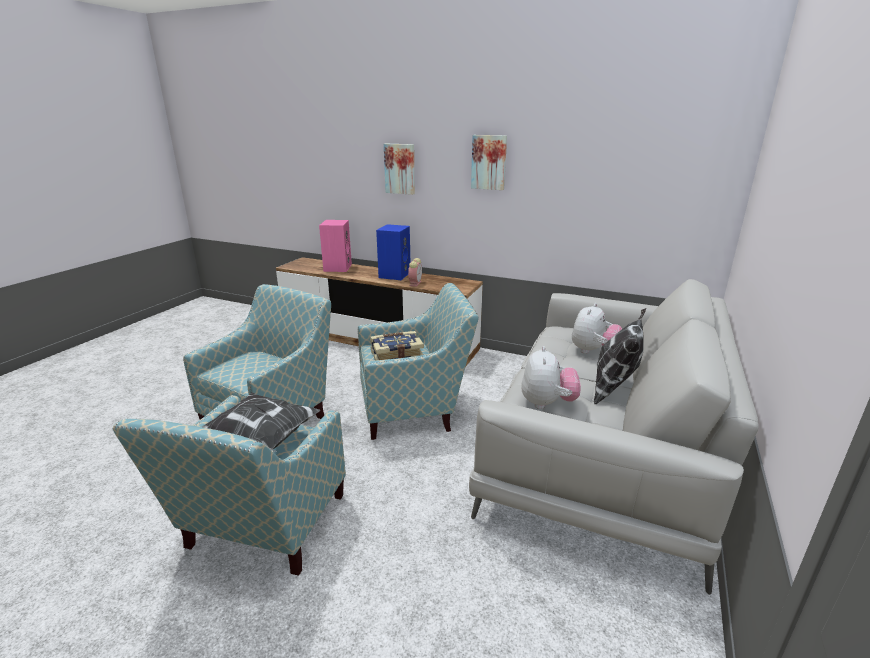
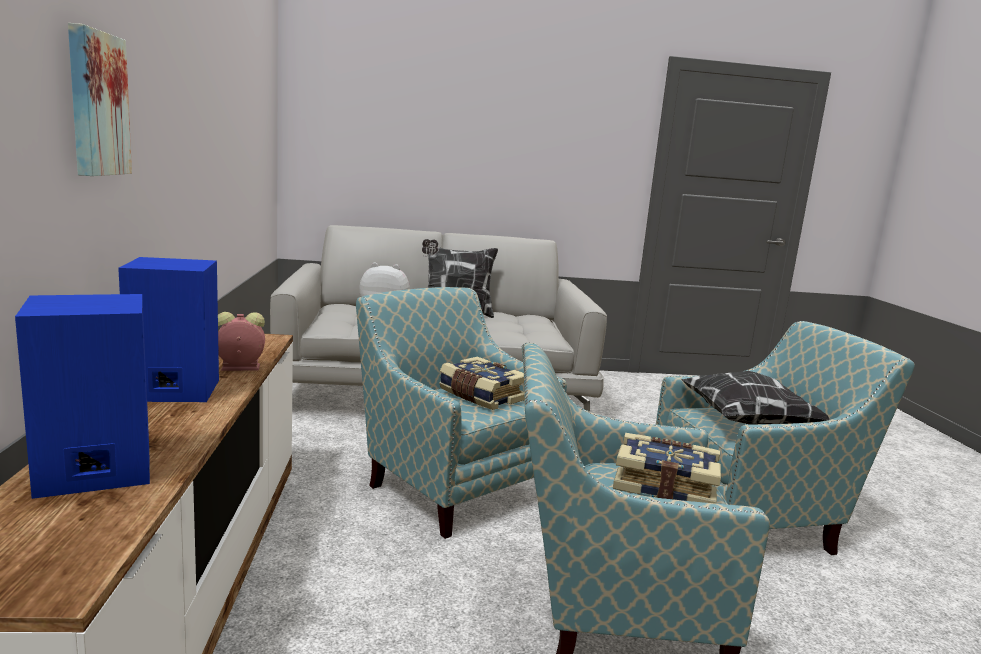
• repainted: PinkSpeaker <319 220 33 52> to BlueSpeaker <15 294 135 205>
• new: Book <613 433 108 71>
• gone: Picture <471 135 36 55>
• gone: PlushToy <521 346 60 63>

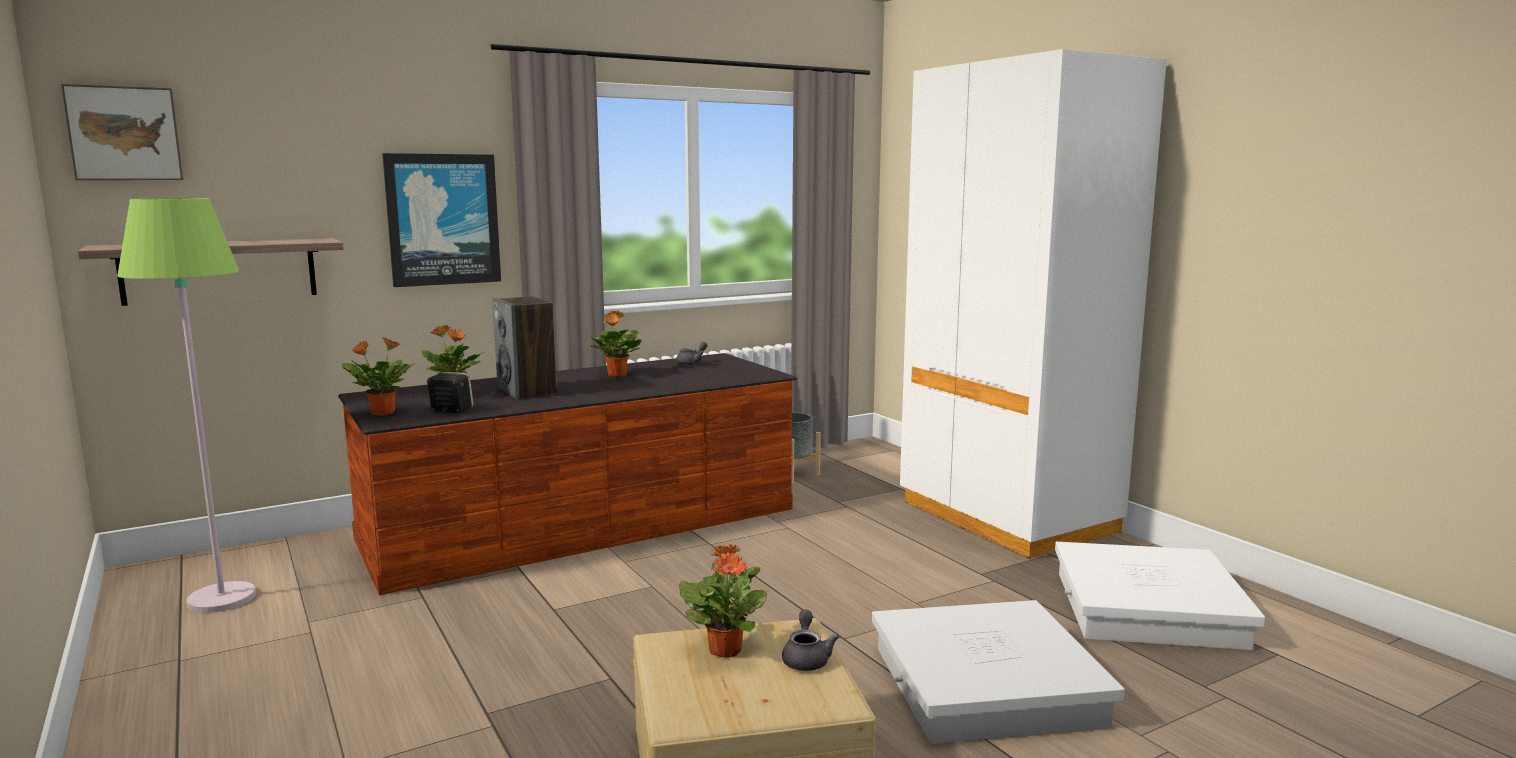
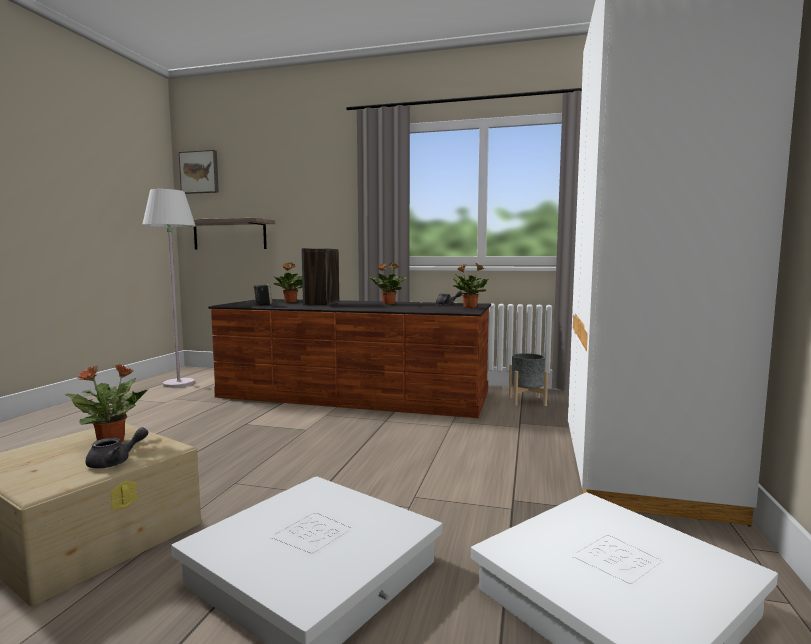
• repainted: GreenFloorLamp <117 198 139 415> to WhiteFloorLamp <142 189 54 199>
• shifted: PottedPlant <342 337 73 79> to <452 263 37 45>
• gone: Picture <382 153 119 134>

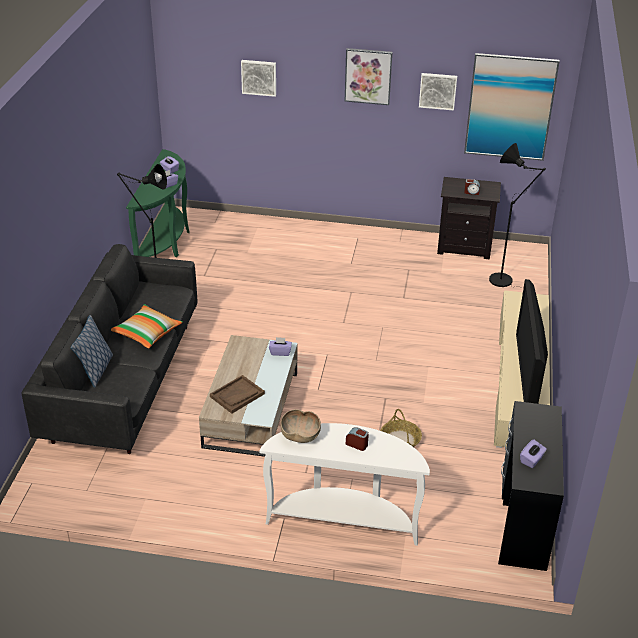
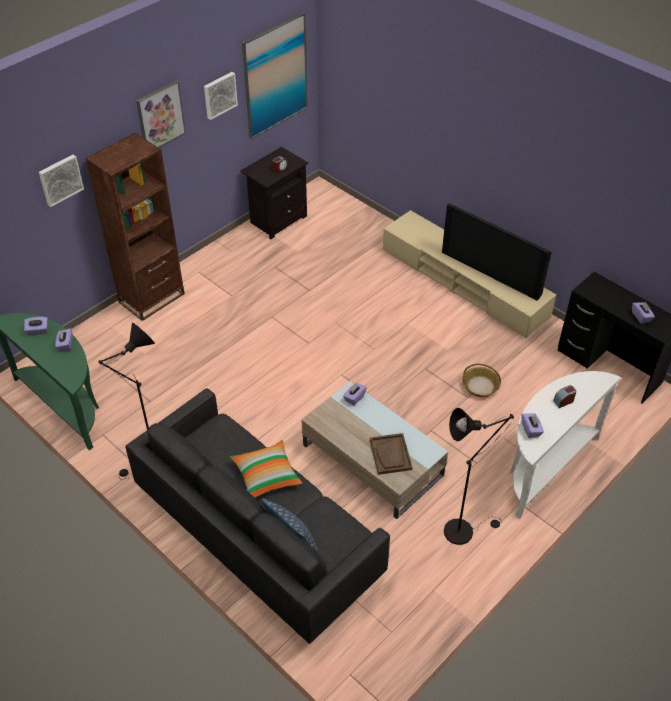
• new: BrownBookcase <86 133 99 188>
• shifted: BlackFloorLamp <489 143 57 145> to <444 408 70 137>
• swapped: BrownBowl <281 409 40 34> to PurpleTissueBox <521 414 23 24>

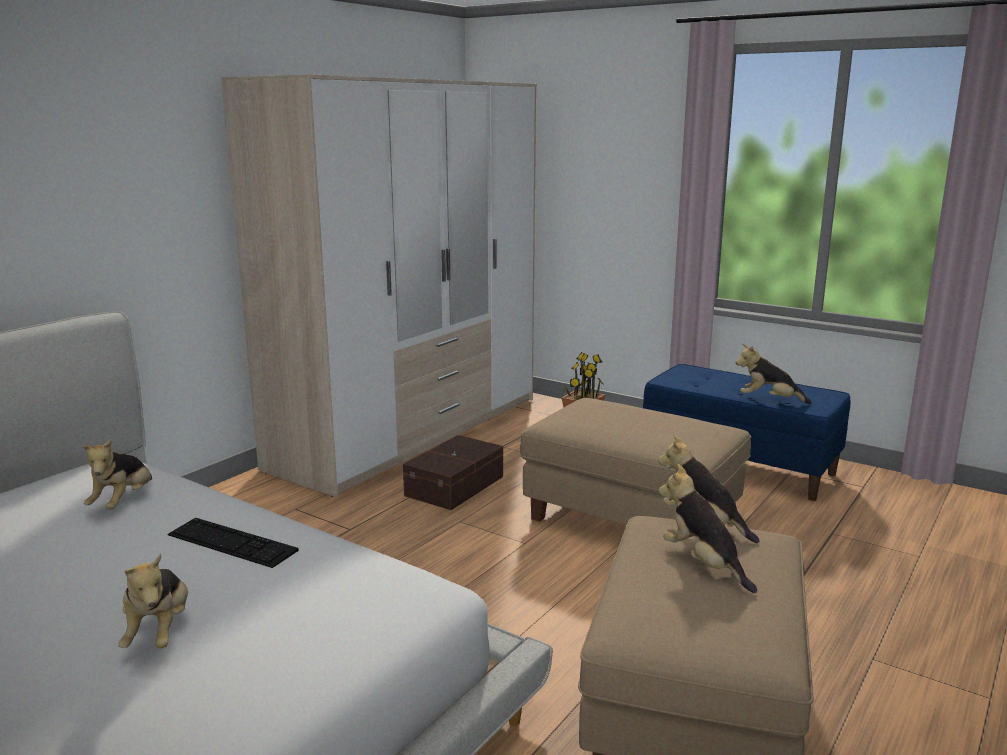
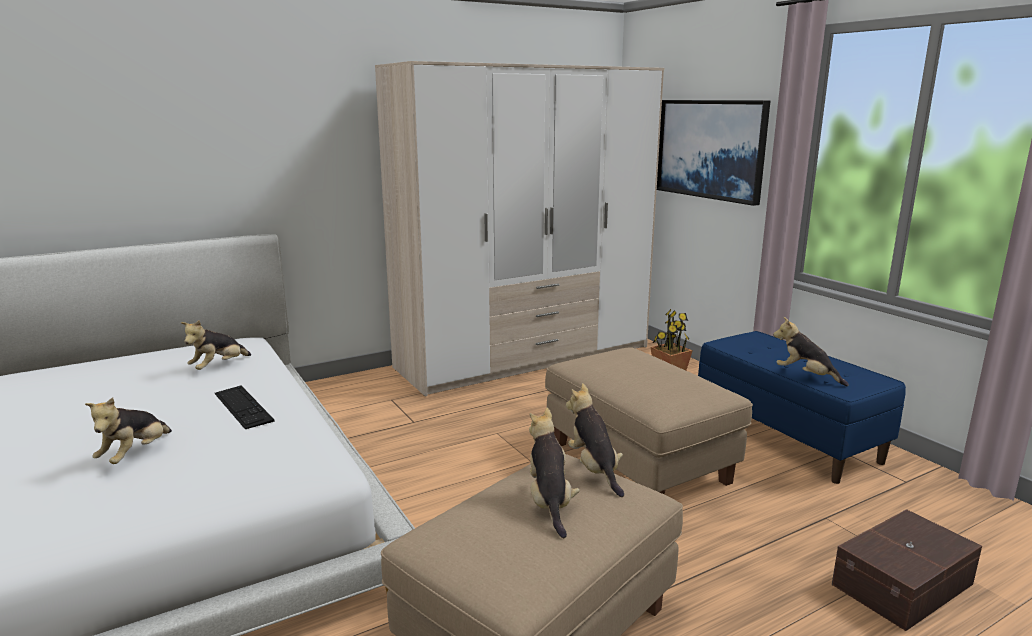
• new: Picture <657 100 113 106>
• shifted: BrownStorageBox <403 435 100 75> to <832 509 150 122>

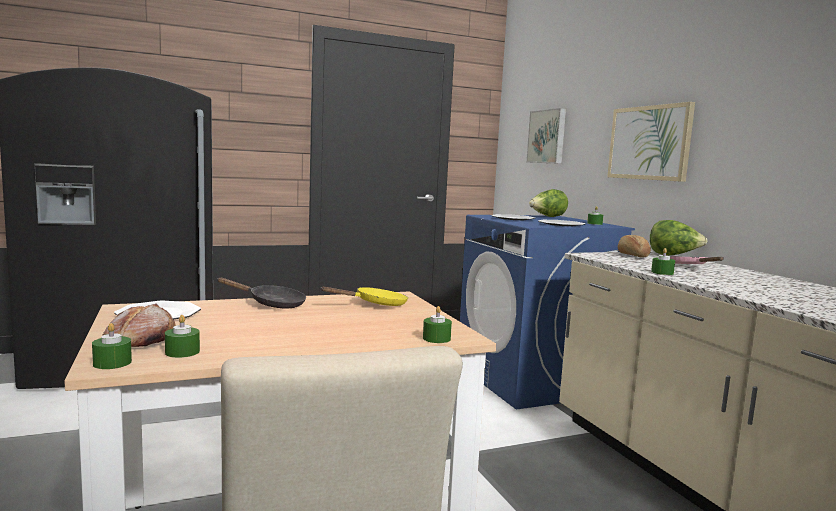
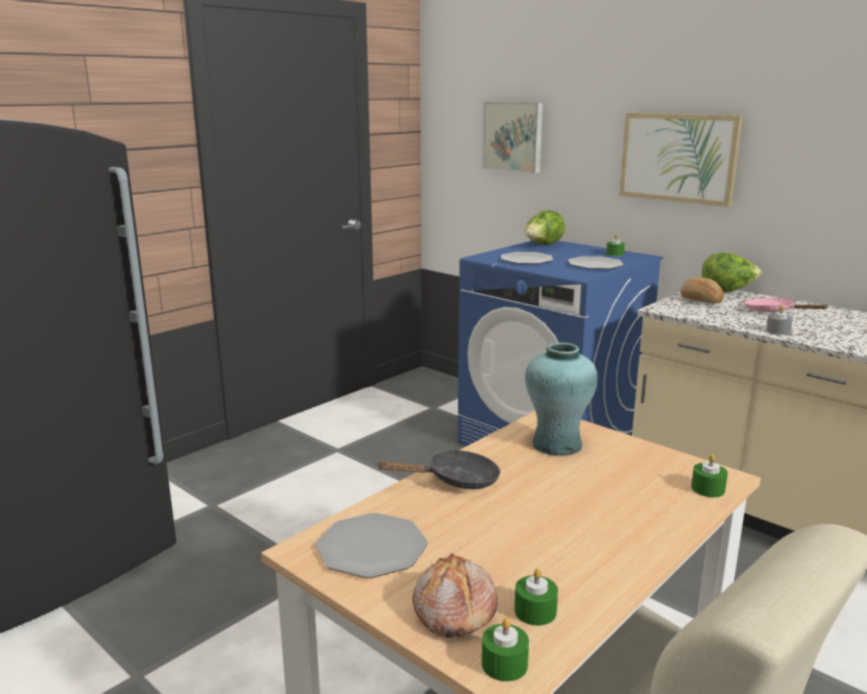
• swapped: YellowFryingPan <321 287 87 19> to TurquoiseVase <525 342 73 114>
• repainted: GreenCandle <651 248 24 27> to GreyCandle <766 305 27 30>

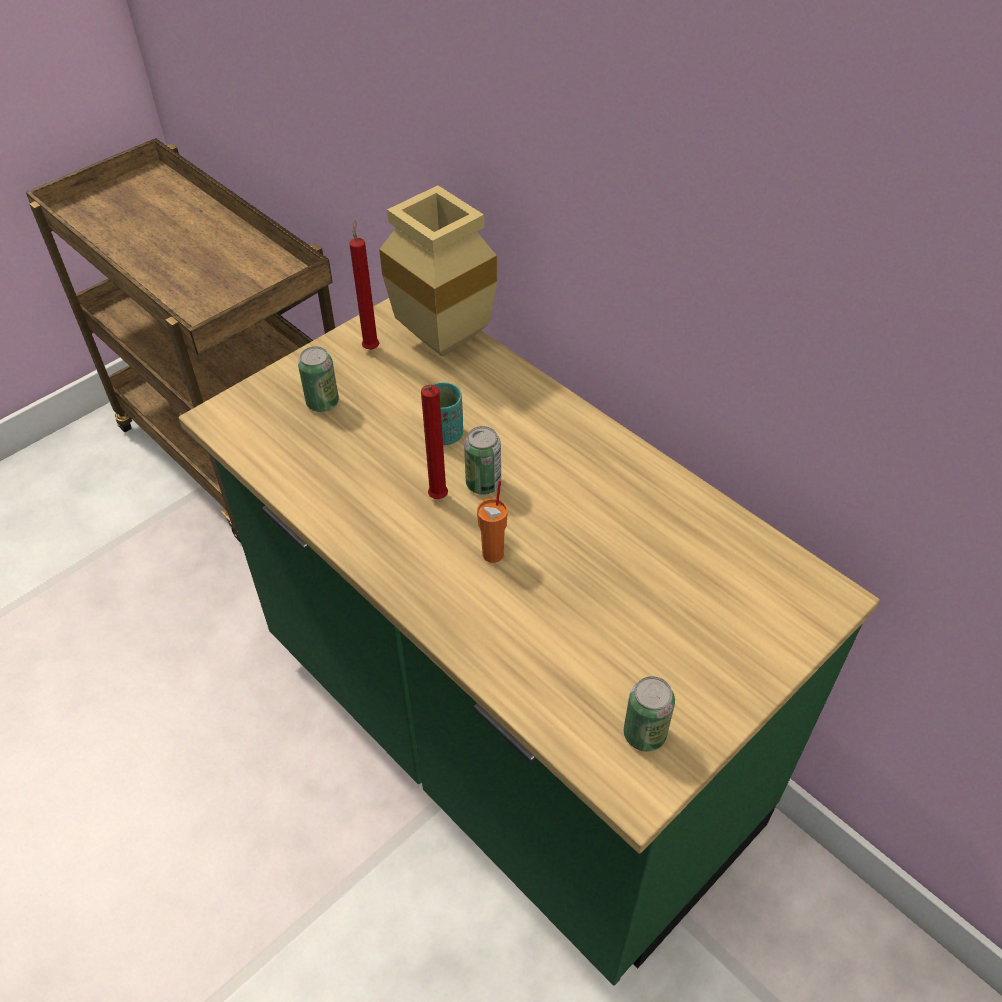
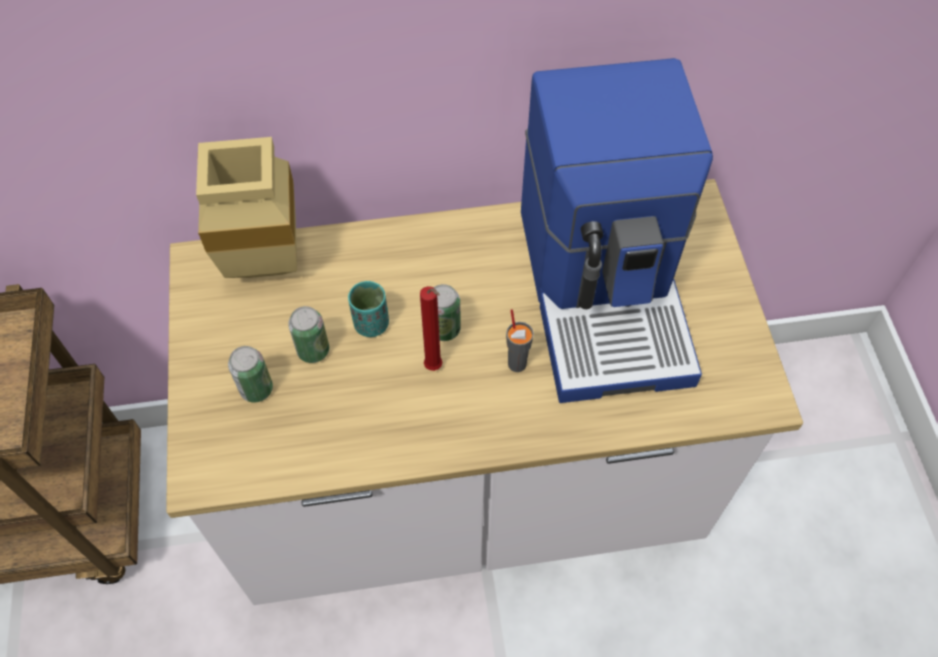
• repainted: GreenCounter <179 298 701 688> to WhiteCounter <166 179 637 426>
• shifted: Can <624 676 51 76> to <288 306 41 57>
• repainted: OrangeCup <477 481 31 82> to GreyCup <506 309 28 63>
• new: CoffeeMachine <521 58 192 345>
• gone: RedCandle <349 220 31 130>

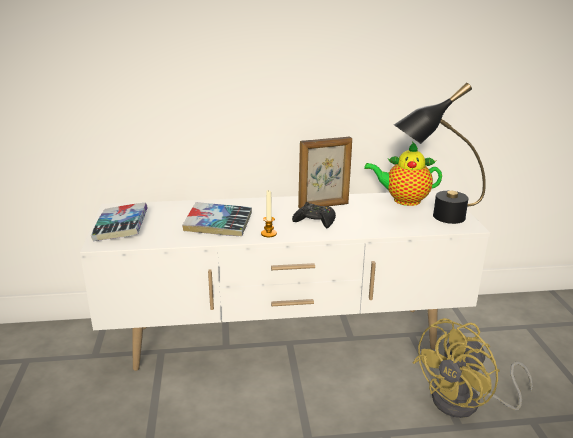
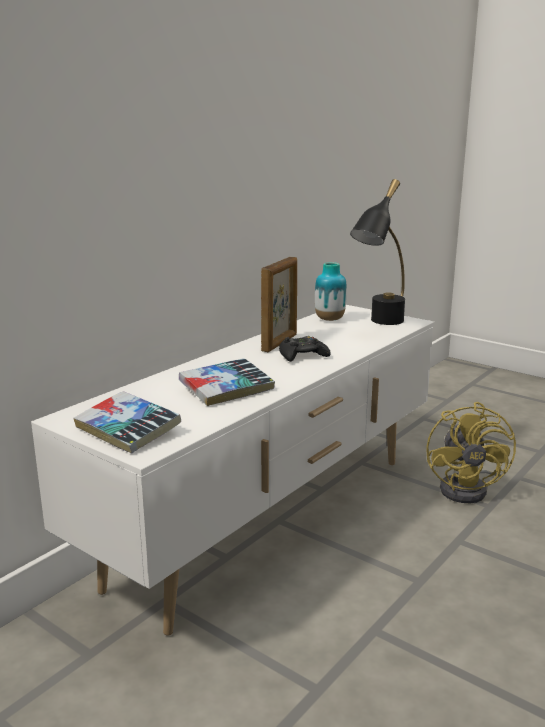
• swapped: Teapot <364 141 78 65> to Vase <315 262 32 59>
• gone: Candle <261 190 16 47>

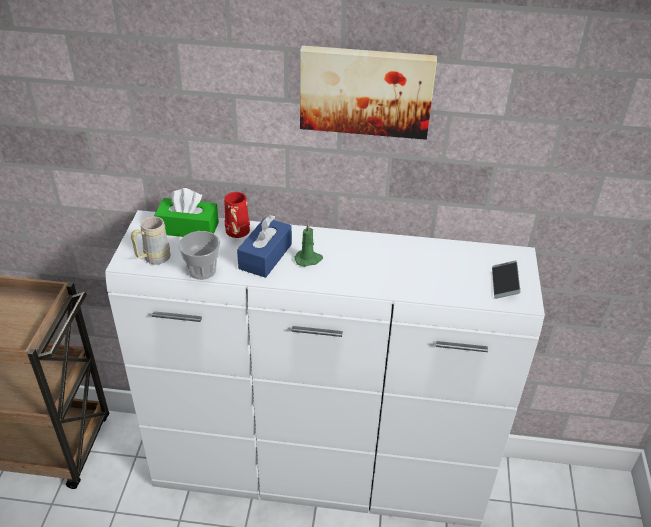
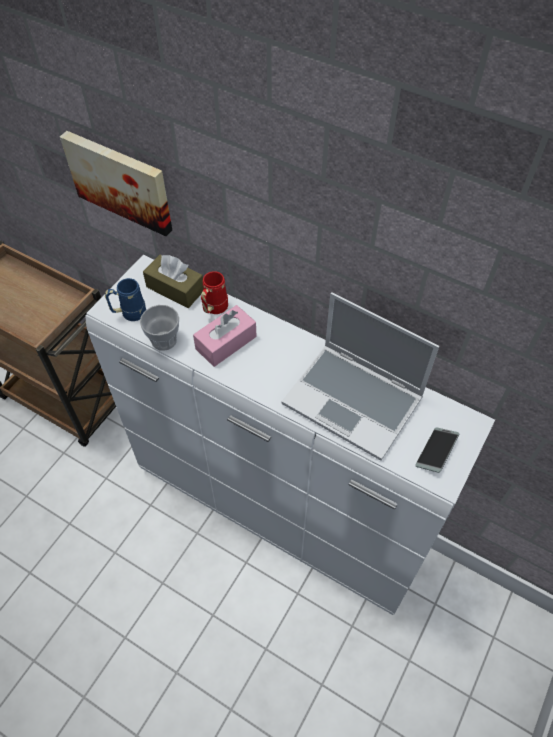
• shifted: Picture <300 45 137 95> to <60 131 112 105>
• repainted: BeigeMug <131 216 40 49> to BlueMug <105 278 41 43>
• repainted: GreenTissueBox <154 188 65 49> to BrownTissueBox <143 254 60 54>
• repainted: BlueTissueBox <237 215 55 63> to PinkTissueBox <193 305 64 62>
• new: Laptop <281 293 158 168>
• gone: GreenCandle <294 223 29 44>

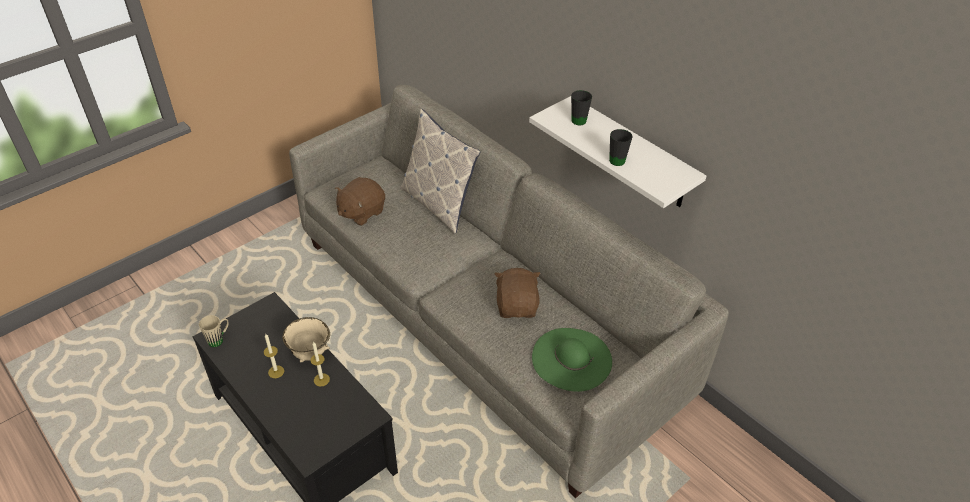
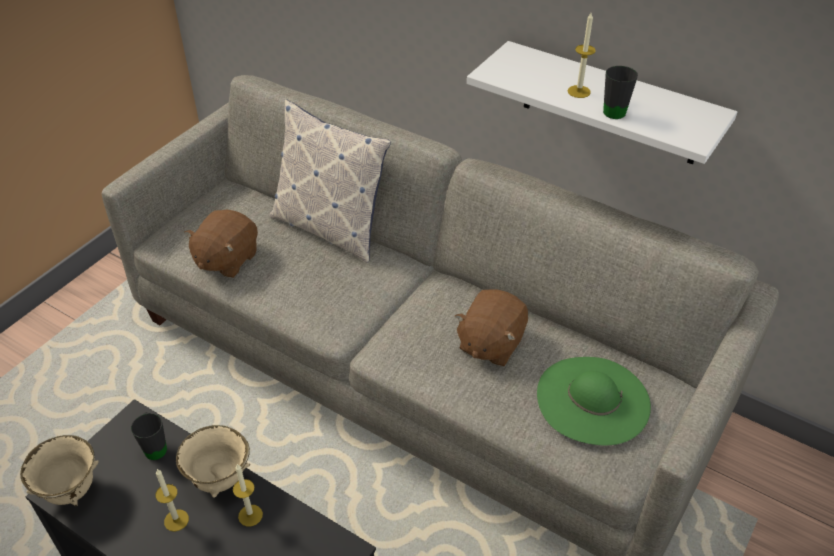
• swapped: BeigeMug <199 315 30 32> to BeigeBowl <20 435 79 72>
• shifted: BlackMug <571 90 21 35> to <131 412 36 48>
• rotated: BrownPlushToy <494 268 46 50> = <455 289 73 77> 135 degrees counterclockwise
• new: Candle <568 13 28 85>

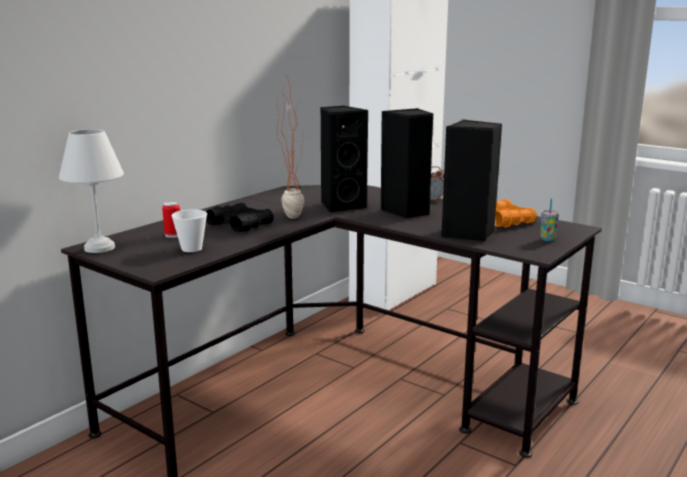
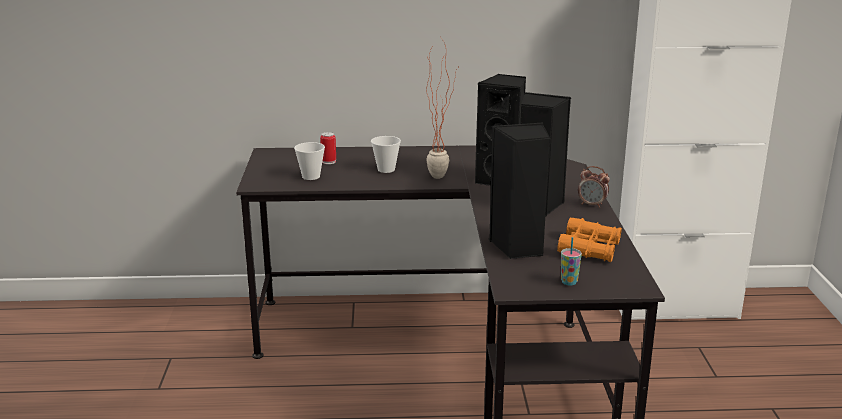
• swapped: BlackBinoculars <206 203 68 29> to Cup <371 136 30 37>
• gone: WhiteTableLamp <59 129 65 124>

